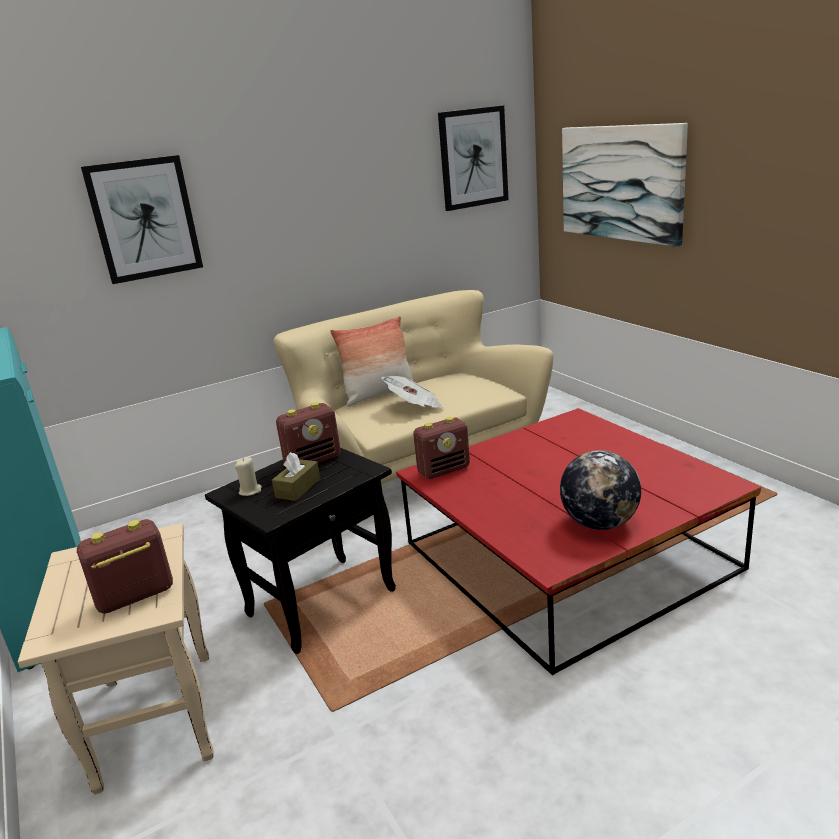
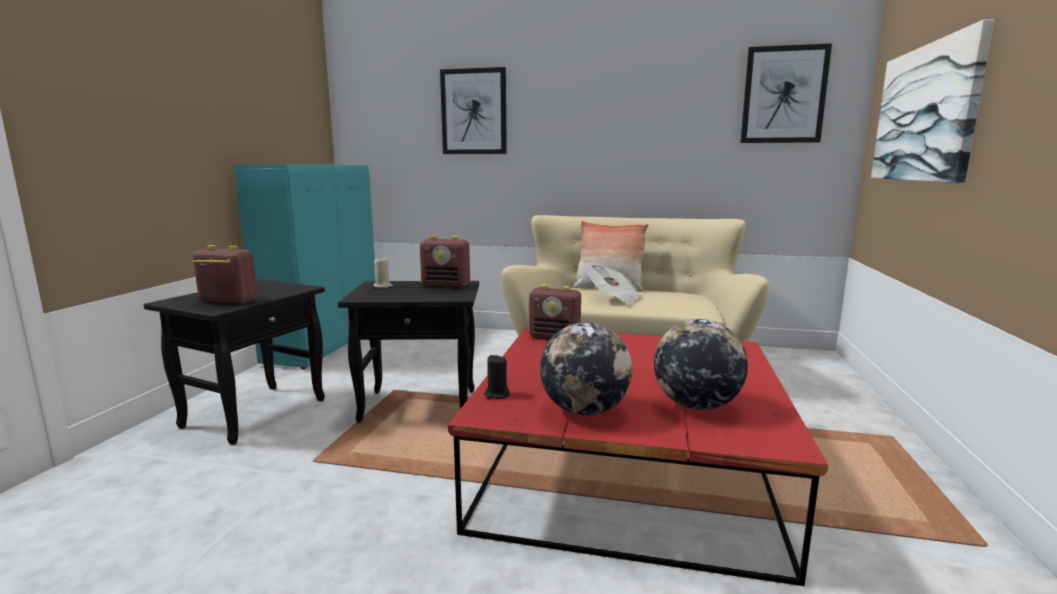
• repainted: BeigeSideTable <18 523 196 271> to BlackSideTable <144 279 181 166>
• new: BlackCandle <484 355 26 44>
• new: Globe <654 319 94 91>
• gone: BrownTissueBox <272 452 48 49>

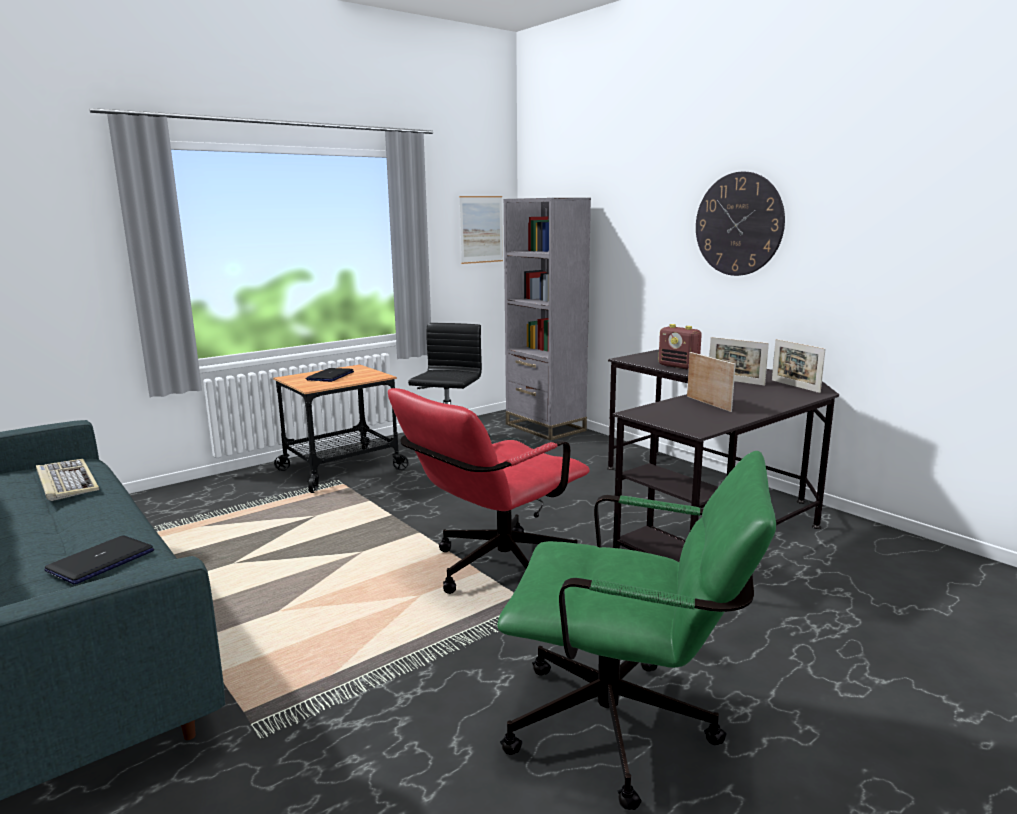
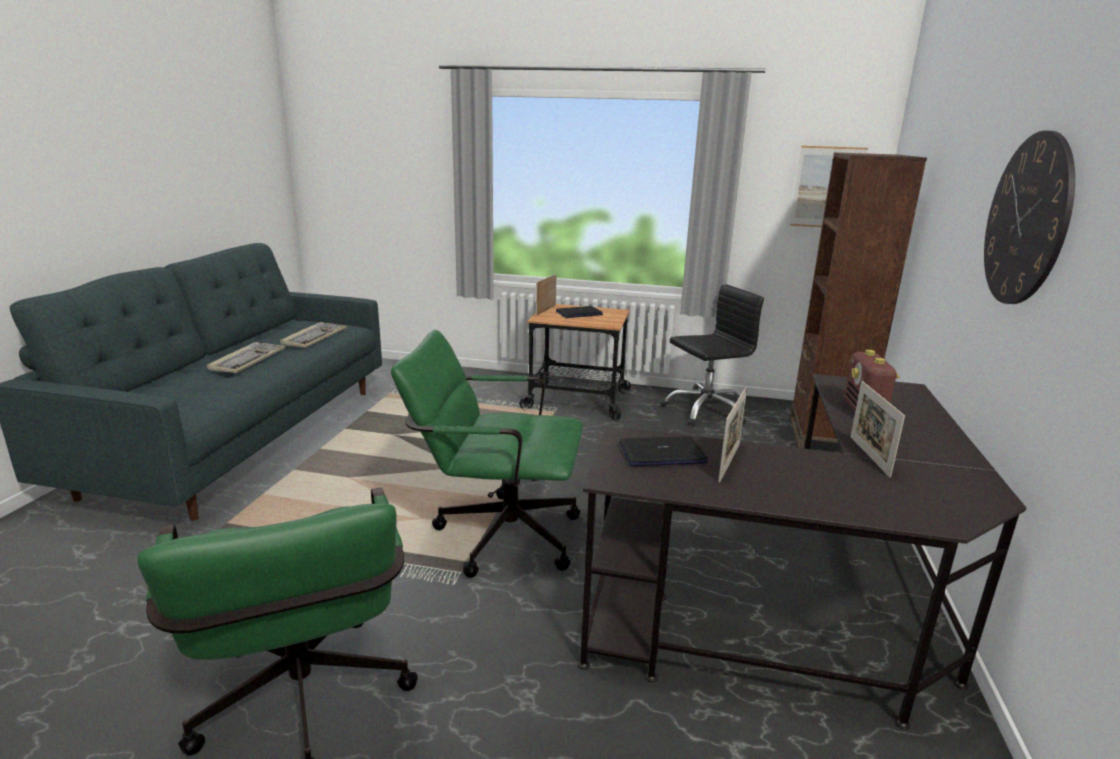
• new: Keyboard <207 342 79 31>
• repainted: RedOfficeChair <388 388 202 206> to GreenOfficeChair <391 330 192 248>
• shifted: PictureFrame <772 339 54 54> to <536 274 21 42>
• shifted: Laptop <45 535 109 50> to <619 436 89 30>
• repainted: GreyBookcase <504 198 87 243> to BrownBookcase <790 152 137 301>

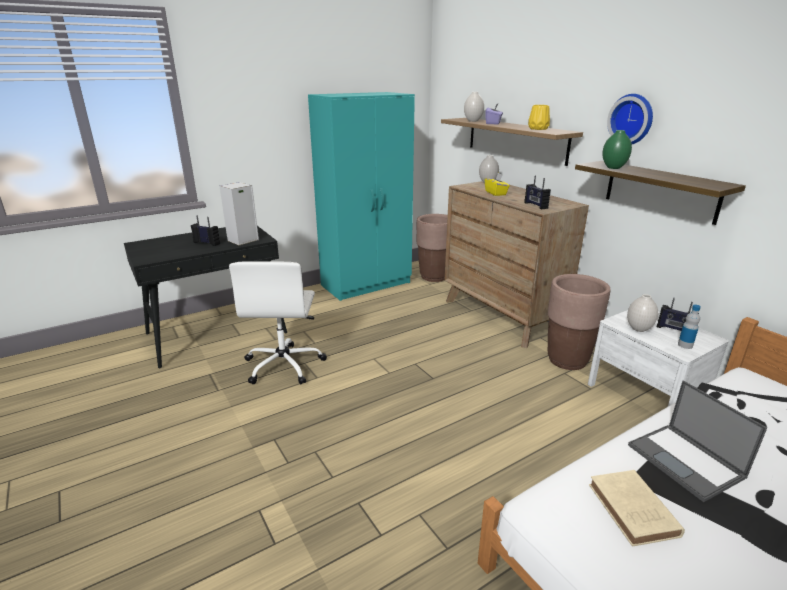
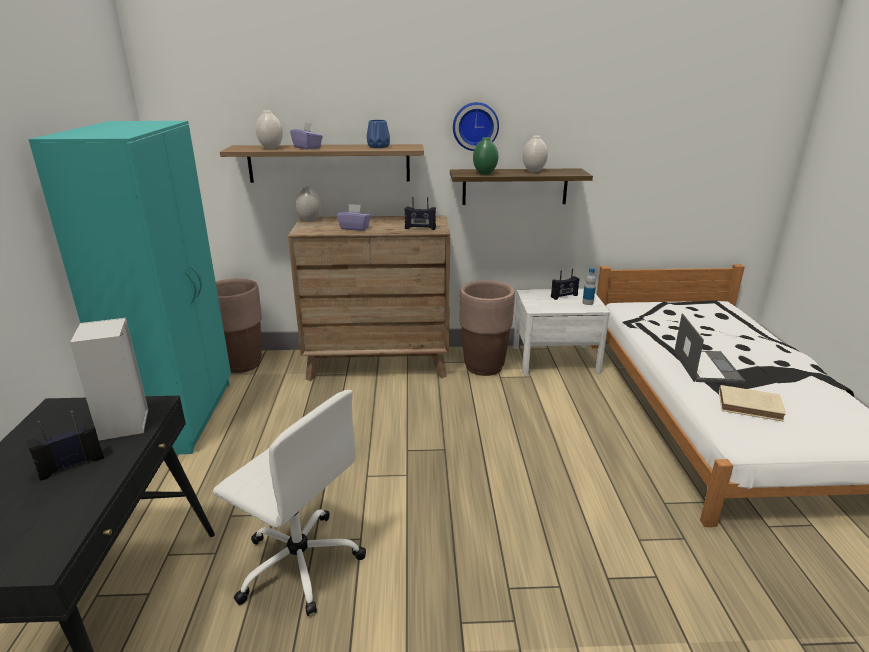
• repainted: YellowTissueBox <484 173 26 23> to PurpleTissueBox <337 204 34 27>
• repainted: YellowVase <528 105 22 25> to BlueVase <366 120 24 28>
• shifted: WhiteVase <627 294 31 38> to <522 136 26 36>
• rotated: Laptop <628 380 139 122> = <674 313 71 71> 90 degrees counterclockwise

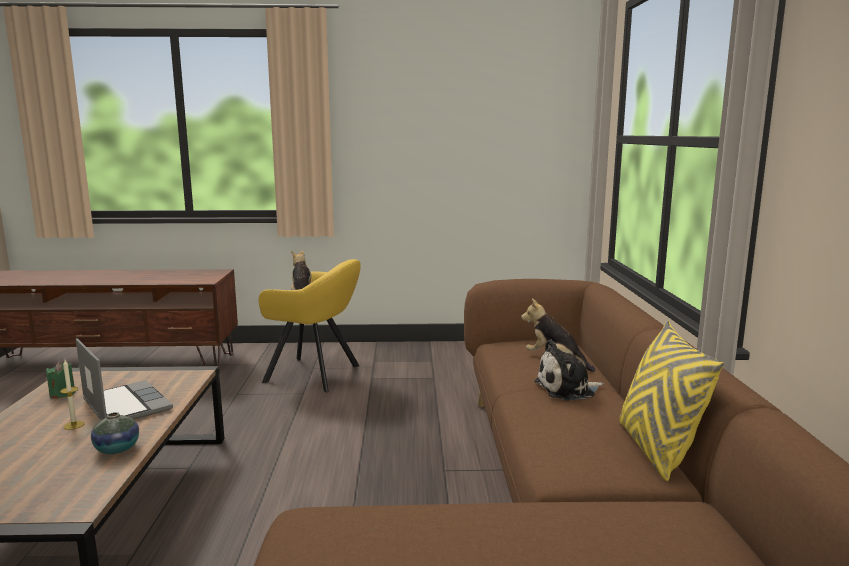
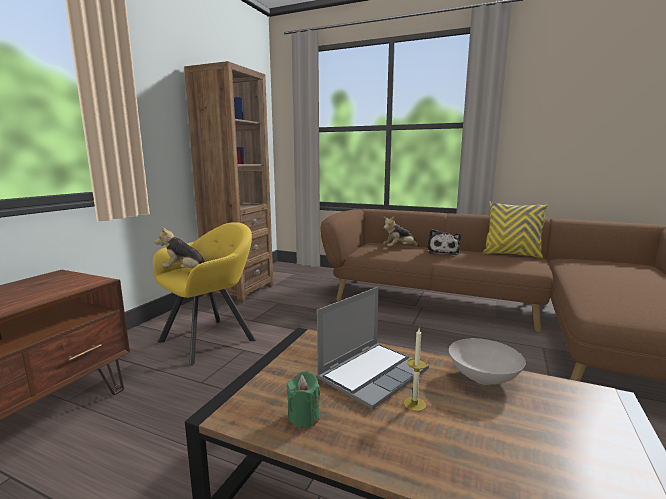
• new: BrownBookcase <184 61 89 242>
• rotated: Laptop <76 338 97 82> = <317 287 112 123> 150 degrees clockwise
• swapped: Vase <91 412 48 42> to WhiteBowl <449 338 76 47>

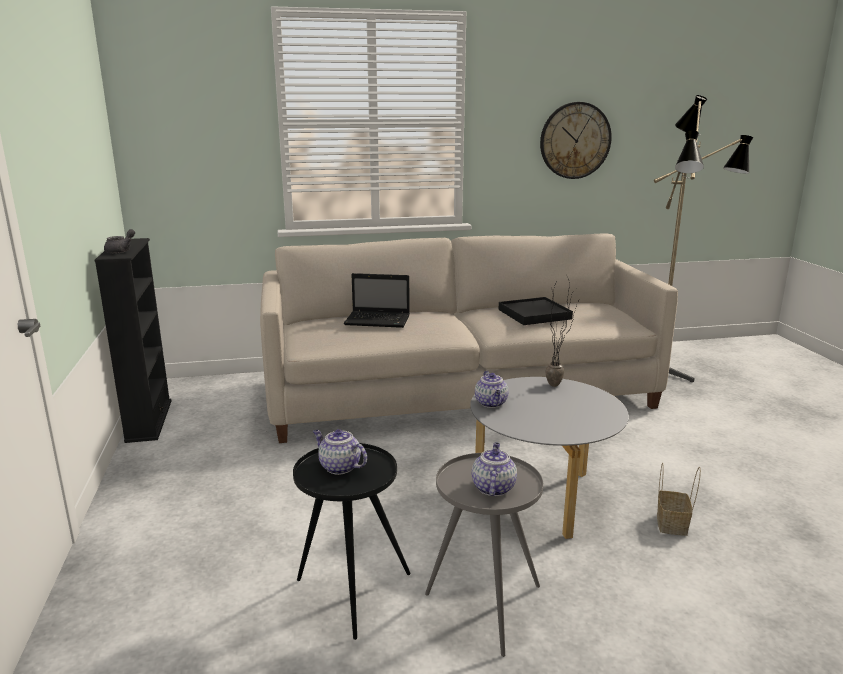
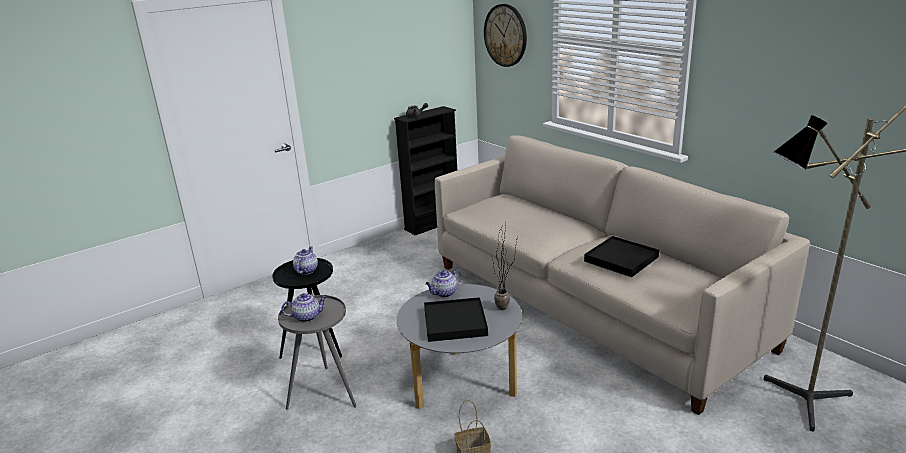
• new: BlackTray <424 297 64 45>
• shifted: WallClock <540 102 72 77> to <484 4 43 63>
• gone: Laptop <344 273 66 55>

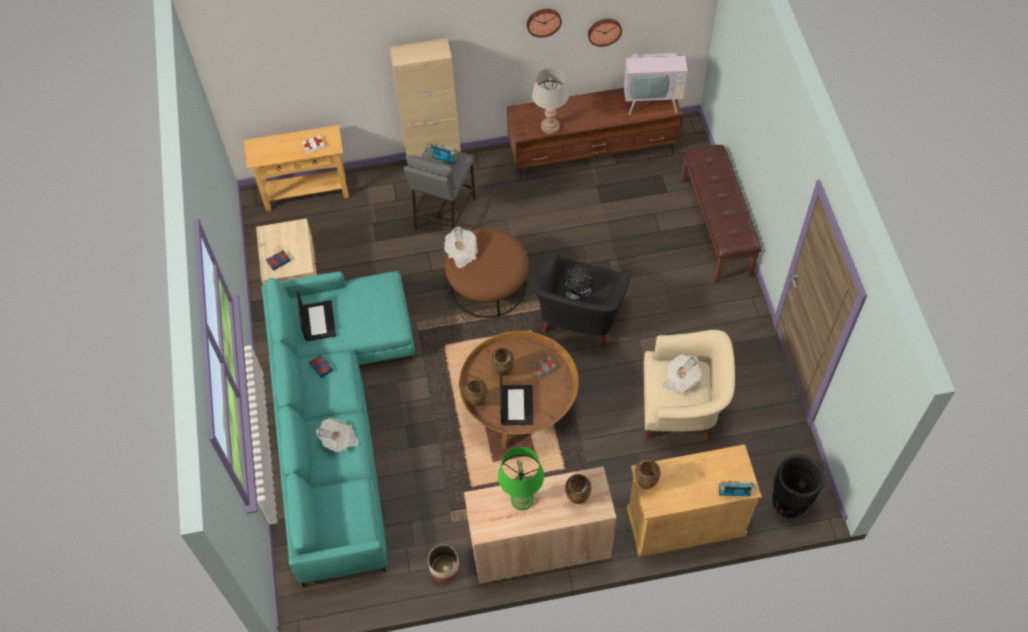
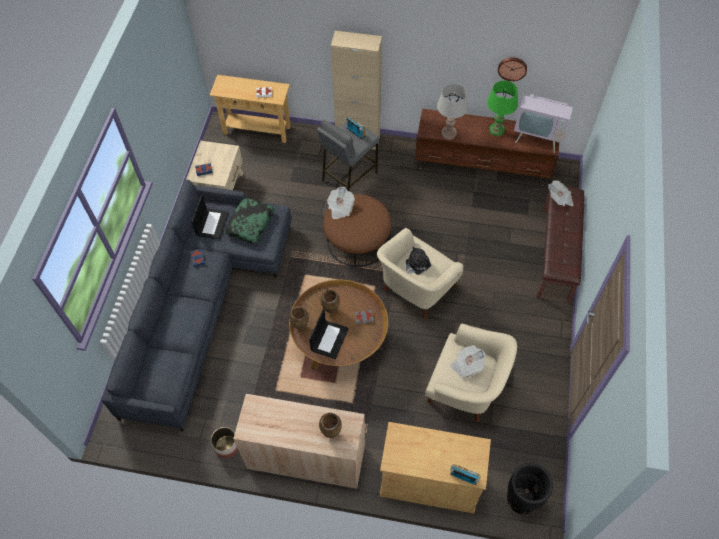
• repainted: TurquoiseSofa <261 271 154 317> to GreySofa <102 180 190 252>
• new: Pillow <224 198 51 45>
• repainted: BlackArmchair <533 251 99 97> to BeigeArmchair <377 228 86 91>
• shifted: GreenTableLamp <498 447 46 63> to <487 81 31 55>
• shifted: Newspaper <316 418 43 35> to <548 180 25 26>
• gone: WallClock <527 9 35 29>
• gone: BrownVase <635 459 25 30>

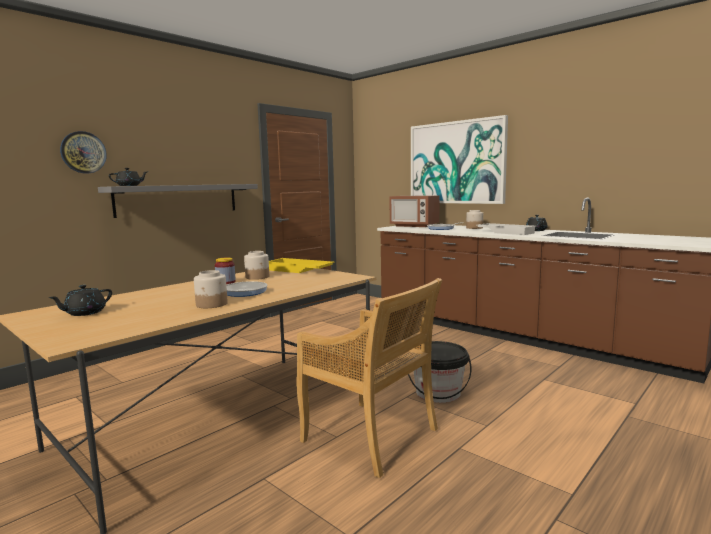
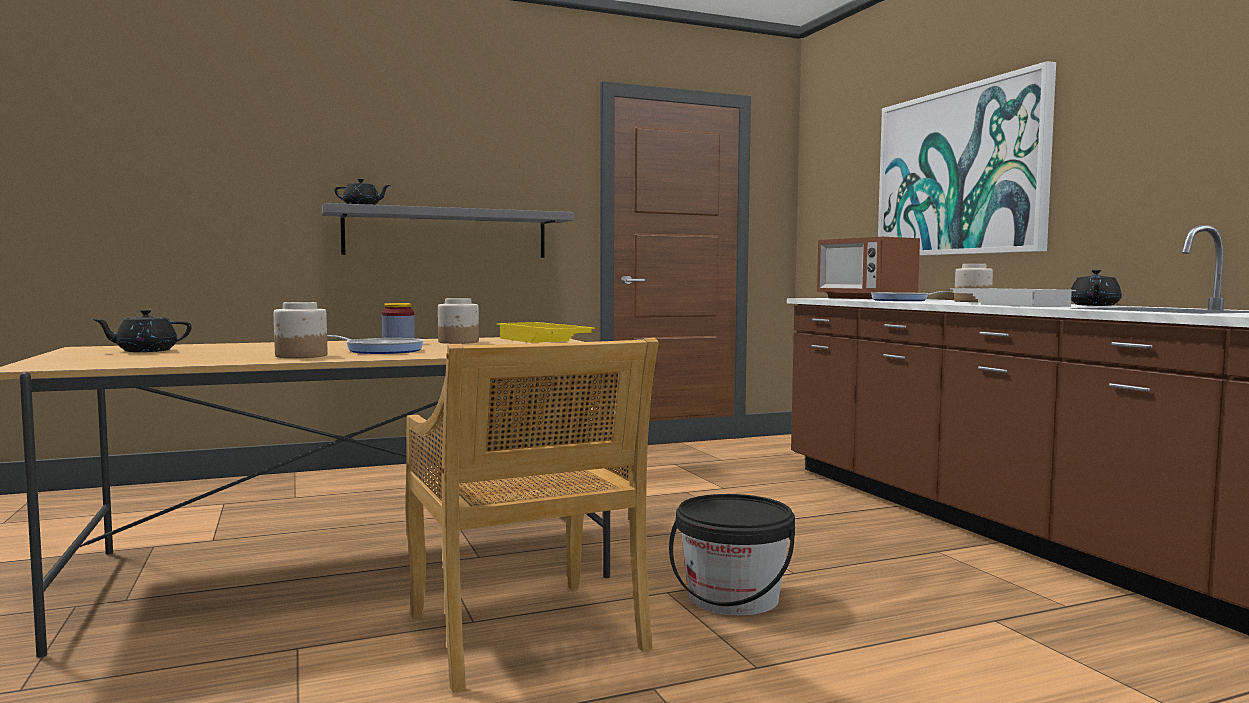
• gone: WallClock <60 131 47 42>

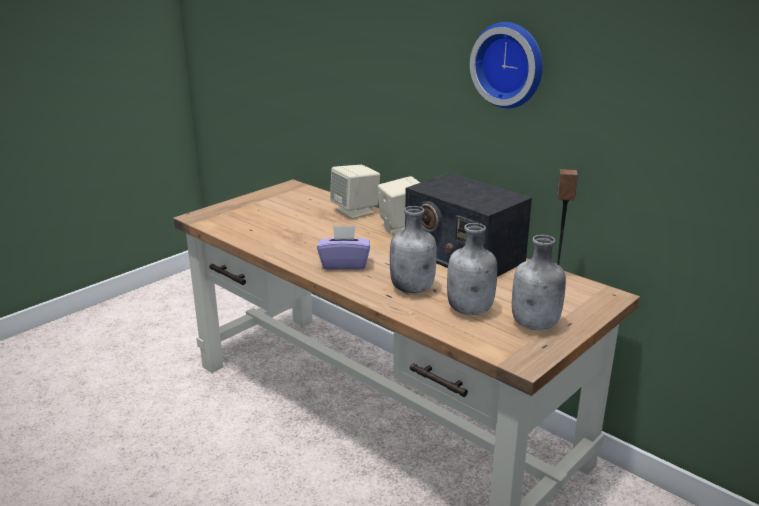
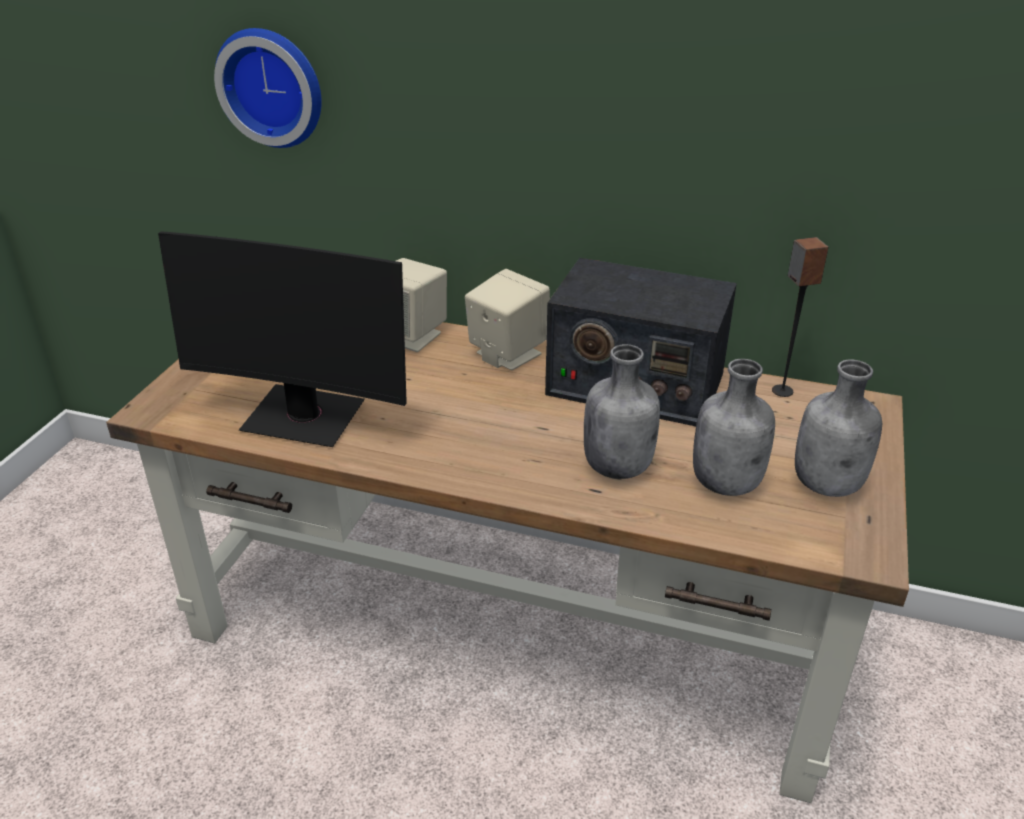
• new: Monitor <158 231 249 216>
• shifted: WallClock <470 22 73 86> to <214 28 108 120>
• gone: PurpleTissueBox <317 226 53 44>

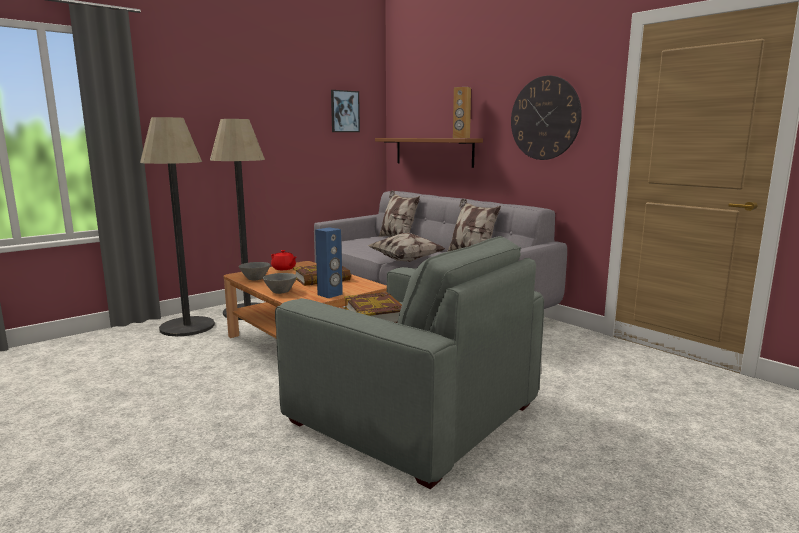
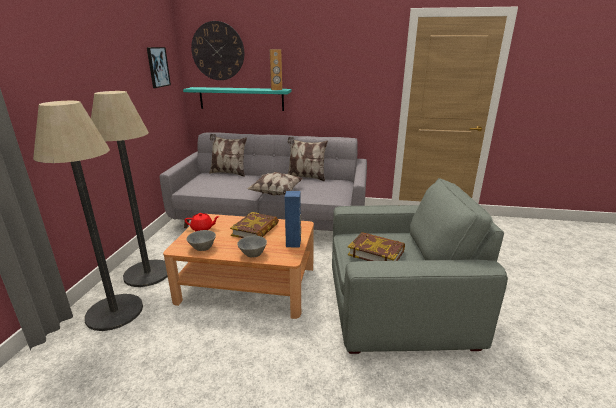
• repainted: BrownShelf <375 138 108 30> to TurquoiseShelf <183 87 109 24>
• shifted: WallClock <511 76 71 84> to <191 21 53 59>

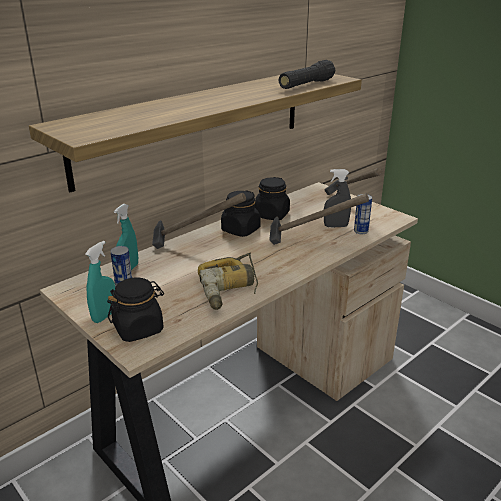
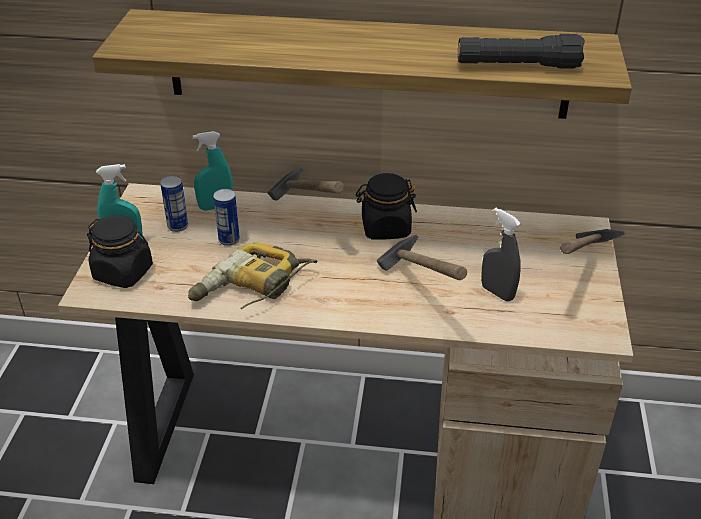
• shifted: Can <354 194 18 40> to <213 189 27 57>
• gone: BlackJar <255 177 35 43>

